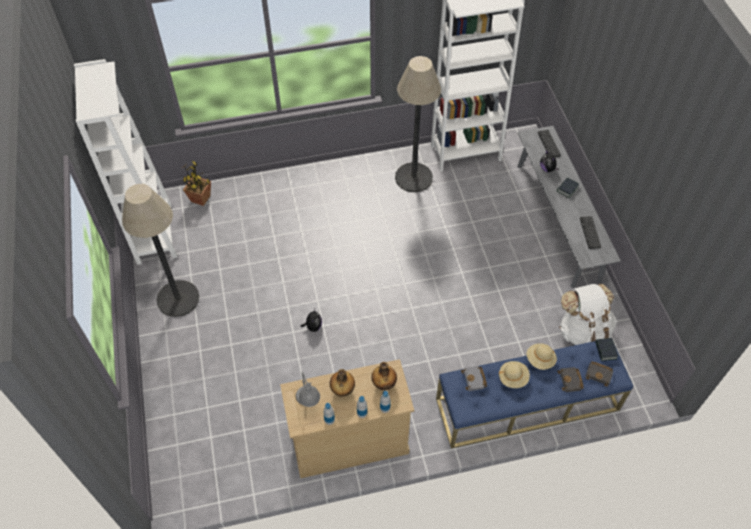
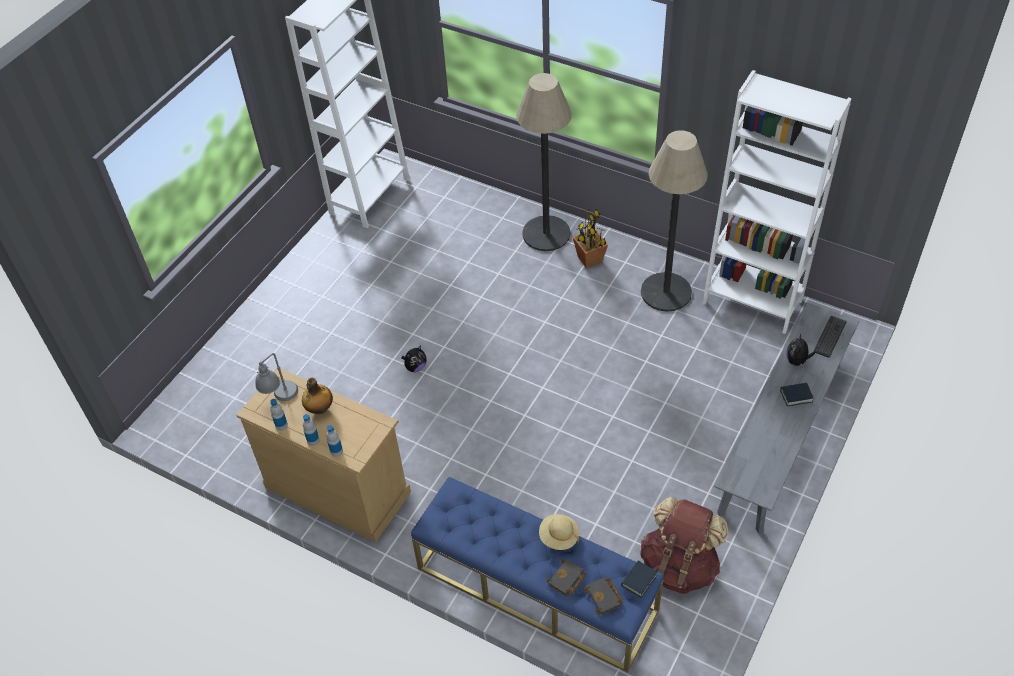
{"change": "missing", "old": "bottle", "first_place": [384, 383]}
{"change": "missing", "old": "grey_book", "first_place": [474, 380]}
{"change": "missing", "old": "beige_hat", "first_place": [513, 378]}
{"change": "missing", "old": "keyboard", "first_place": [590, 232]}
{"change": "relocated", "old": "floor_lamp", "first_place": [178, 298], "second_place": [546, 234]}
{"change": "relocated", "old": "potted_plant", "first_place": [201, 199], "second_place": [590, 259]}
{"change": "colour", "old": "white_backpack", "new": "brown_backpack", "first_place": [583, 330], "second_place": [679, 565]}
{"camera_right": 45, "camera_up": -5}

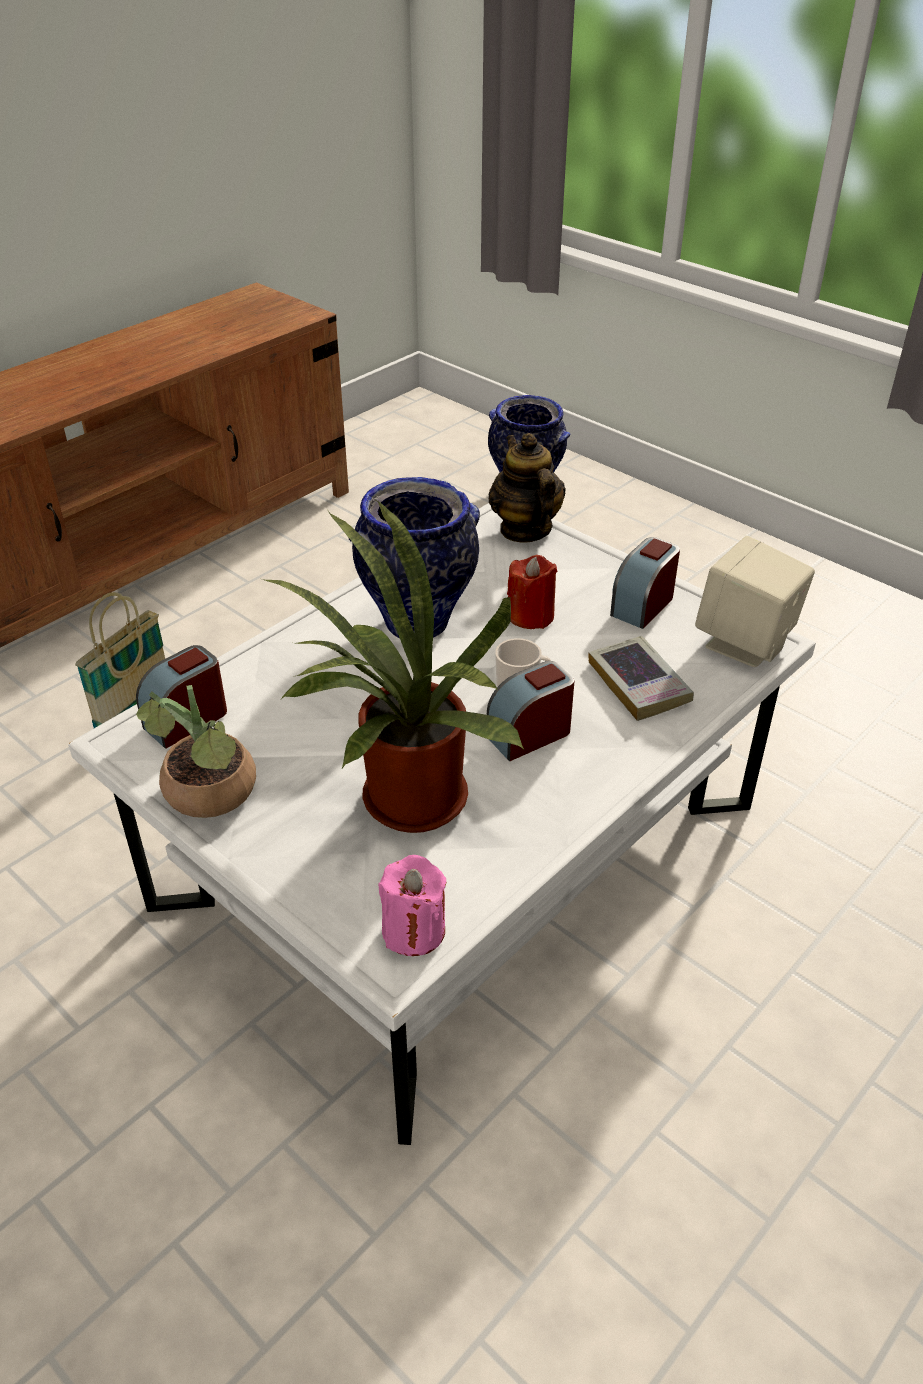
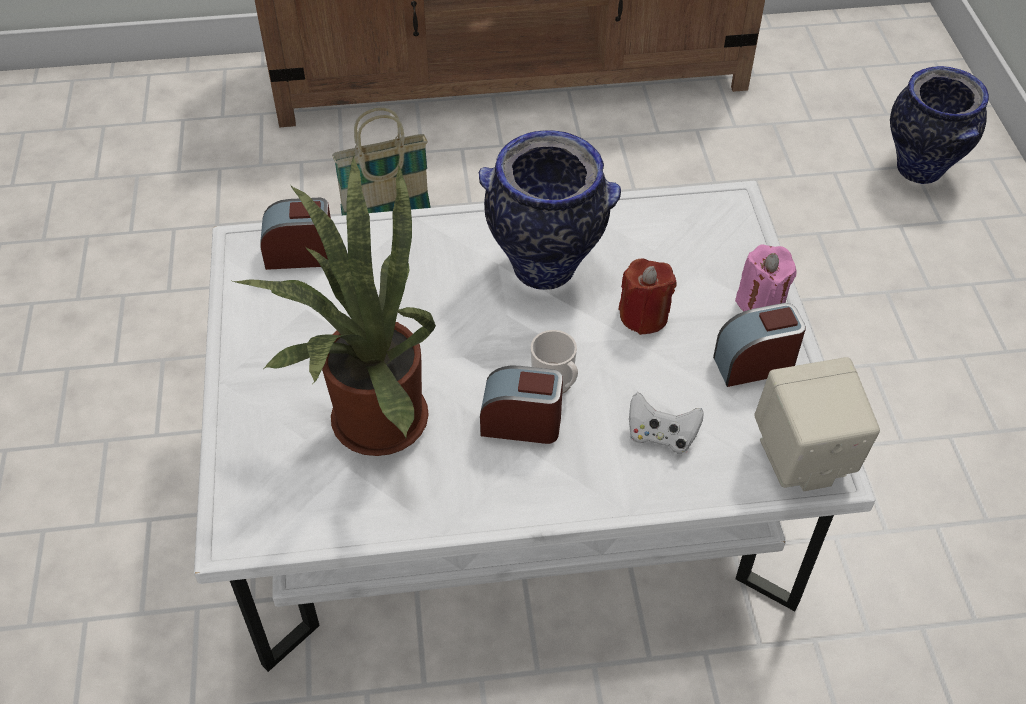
{"change": "missing", "old": "potted_plant", "first_place": [210, 798]}
{"change": "missing", "old": "teapot", "first_place": [525, 529]}
{"change": "relocated", "old": "pink_candle", "first_place": [413, 931], "second_place": [760, 302]}
{"change": "exchanged", "old": "book", "new": "white_game_controller", "first_place": [639, 684], "second_place": [661, 436]}
{"camera_right": 40, "camera_up": 10}

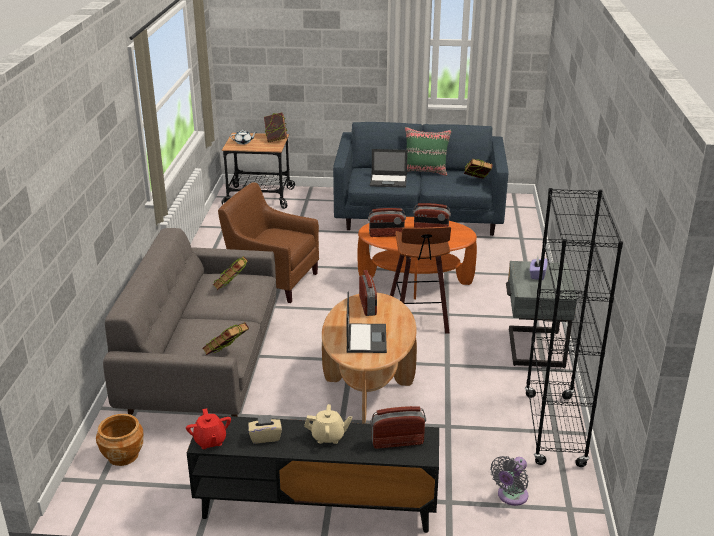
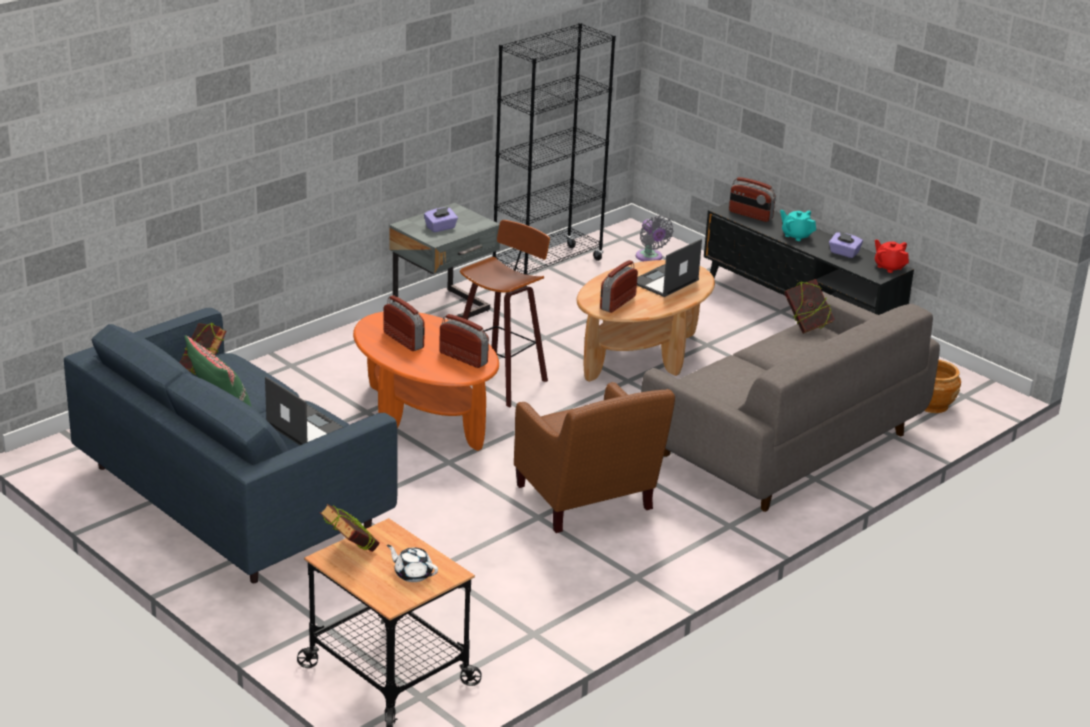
{"change": "missing", "old": "book", "first_place": [231, 288]}
{"change": "colour", "old": "beige_tissue_box", "new": "purple_tissue_box", "first_place": [265, 437], "second_place": [844, 253]}
{"change": "colour", "old": "beige_teapot", "new": "turquoise_teapot", "first_place": [328, 437], "second_place": [796, 236]}
{"change": "spun", "old": "red_teapot", "first_place": [210, 441], "second_place": [889, 267], "degrees": -60}
{"change": "spun", "old": "grey_fan", "first_place": [511, 497], "second_place": [650, 257], "degrees": 75}
{"camera_right": -140, "camera_up": 0}

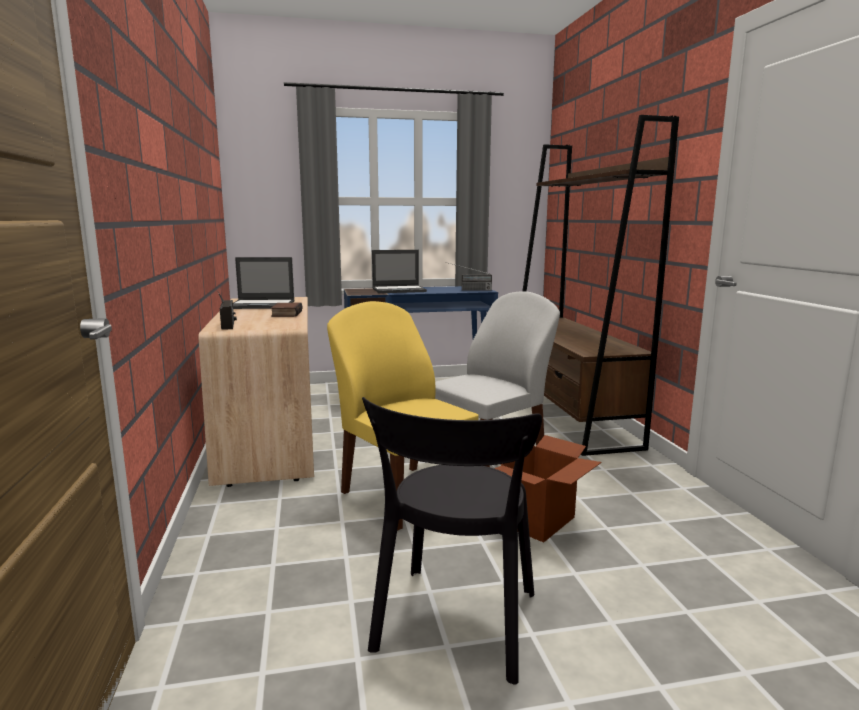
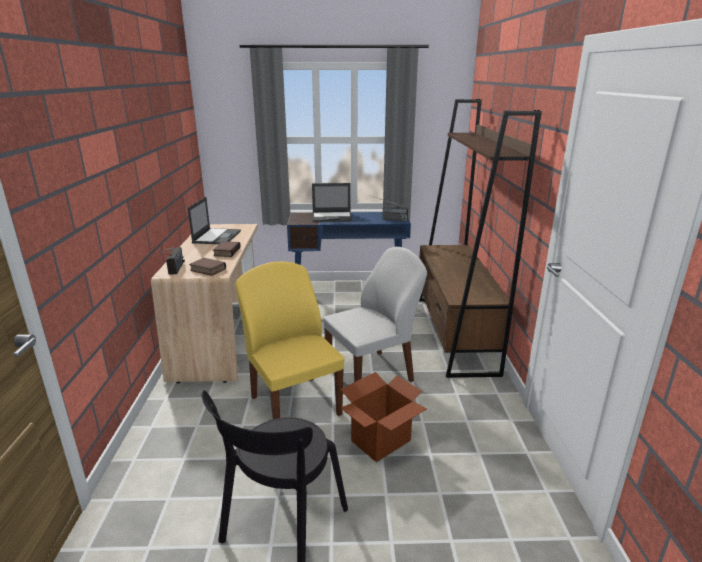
{"change": "appeared", "new": "book", "second_place": [207, 270]}
{"change": "spun", "old": "laptop", "first_place": [263, 305], "second_place": [217, 236], "degrees": -90}
{"camera_right": 10, "camera_up": 10}

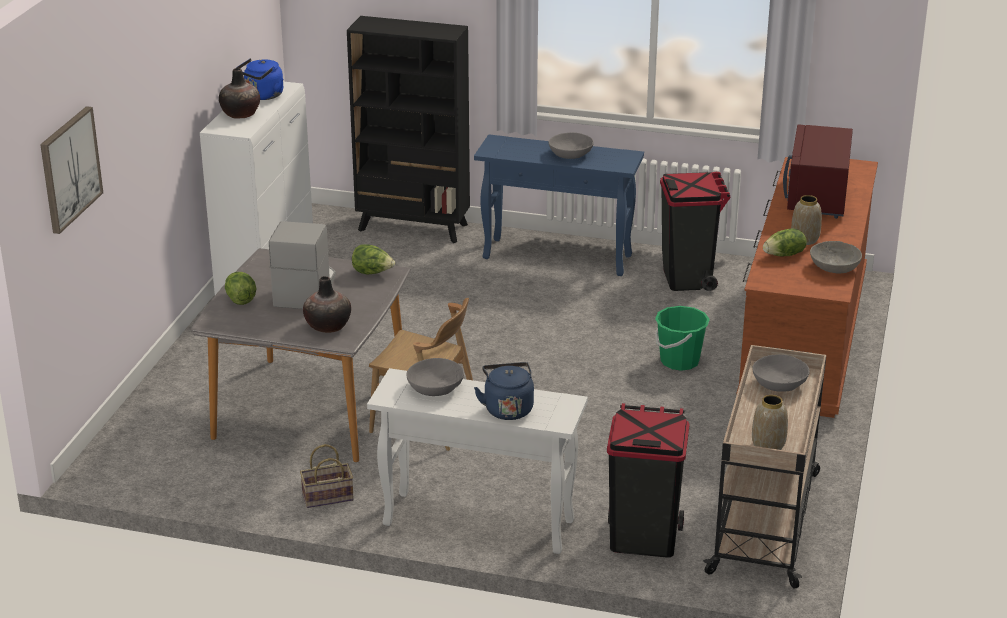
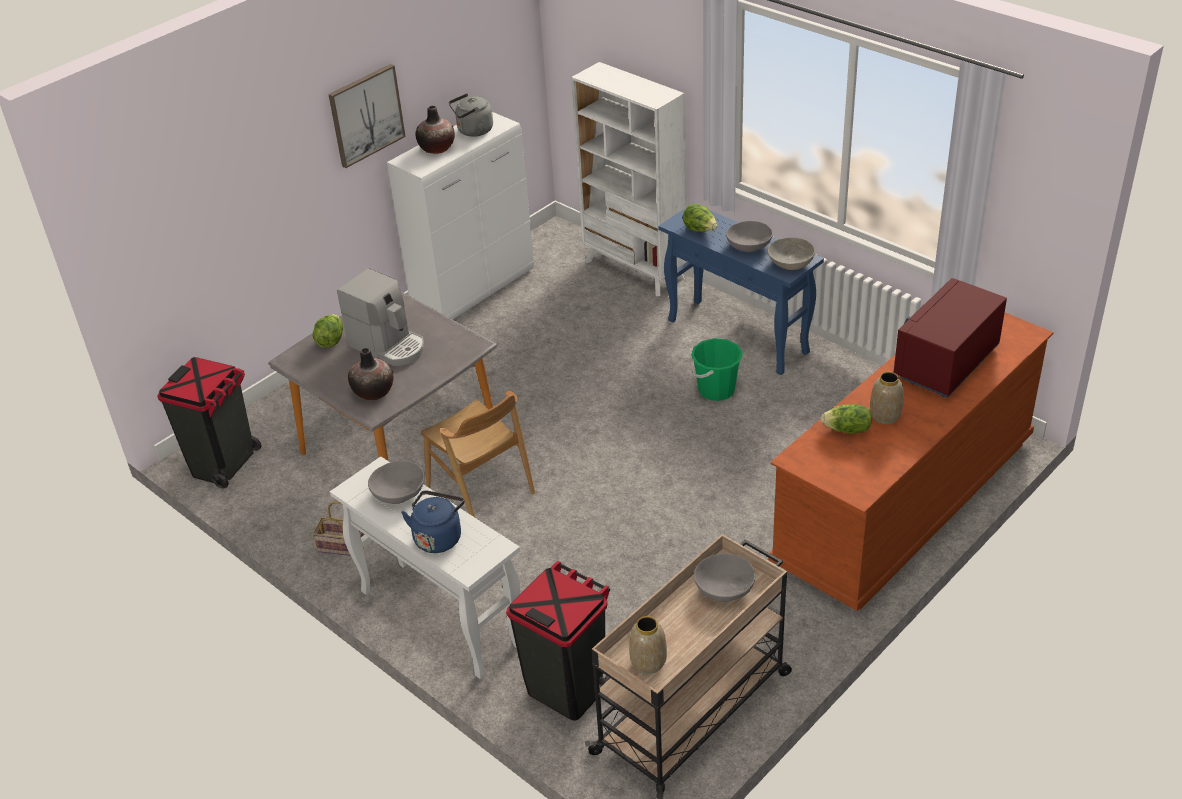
{"change": "relocated", "old": "picture", "first_place": [69, 169], "second_place": [366, 115]}
{"change": "relocated", "old": "lettuce", "first_place": [372, 273], "second_place": [700, 230]}
{"change": "relocated", "old": "green_bucket", "first_place": [679, 361], "second_place": [716, 390]}
{"change": "relocated", "old": "black_trash_can", "first_place": [688, 278], "second_place": [225, 464]}
{"change": "relocated", "old": "grey_bowl", "first_place": [834, 267], "second_place": [790, 262]}
{"change": "colour", "old": "blue_kettle", "new": "grey_kettle", "first_place": [262, 96], "second_place": [473, 131]}
{"change": "colour", "old": "black_bookcase", "new": "white_bookcase", "first_place": [413, 228], "second_place": [634, 270]}
{"change": "spun", "old": "coffee_machine", "first_place": [305, 290], "second_place": [389, 346], "degrees": 90}
{"camera_right": 30, "camera_up": 10}

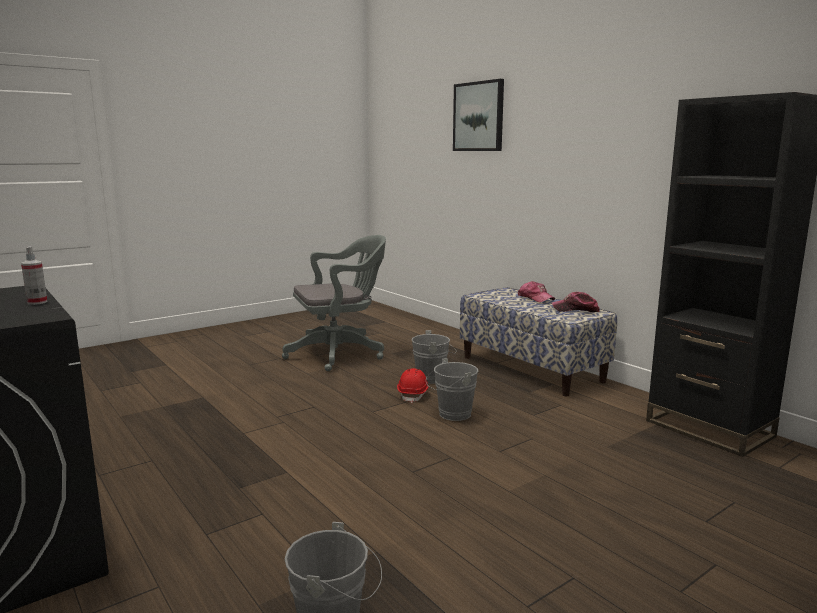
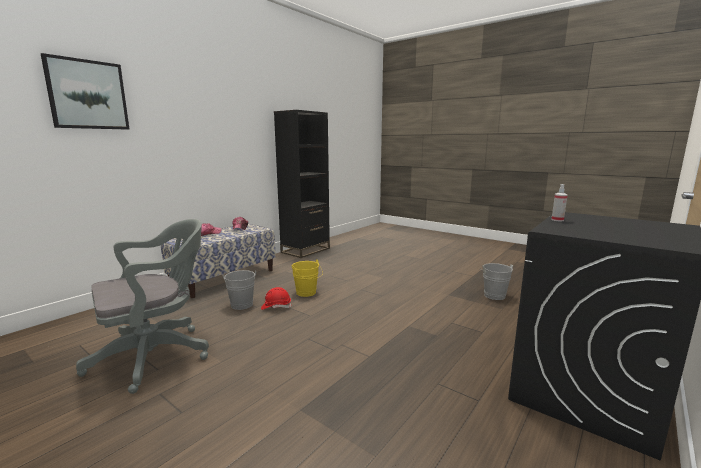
{"change": "colour", "old": "grey_bucket", "new": "yellow_bucket", "first_place": [451, 414], "second_place": [307, 293]}
{"change": "spun", "old": "grey_office_chair", "first_place": [340, 353], "second_place": [157, 355], "degrees": 90}
{"camera_right": -105, "camera_up": 0}

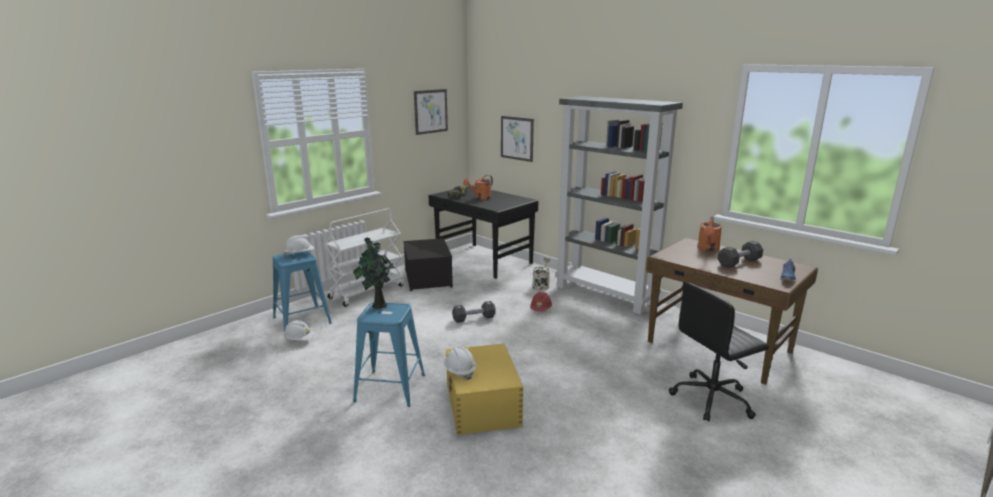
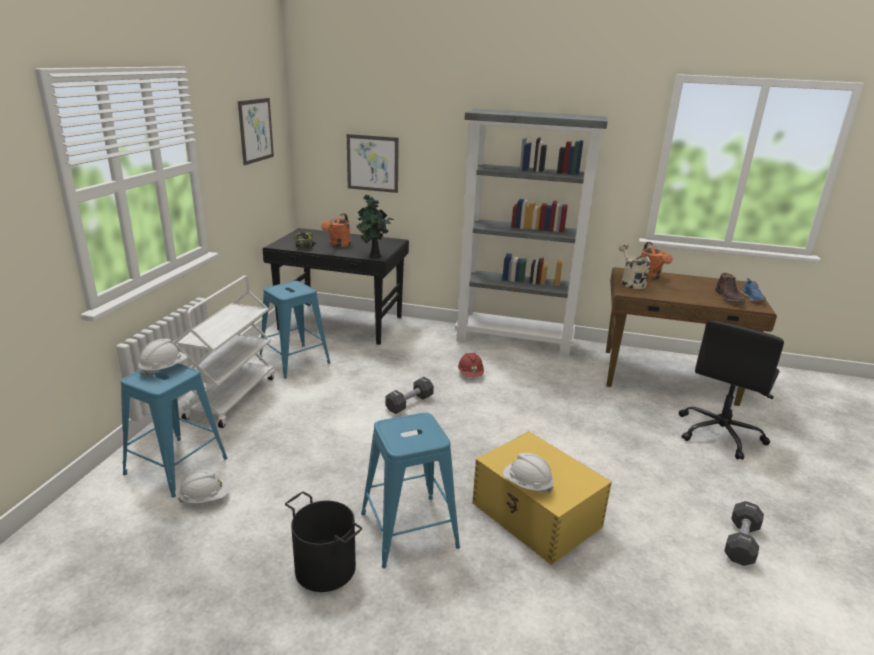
{"change": "appeared", "new": "black_bucket", "second_place": [326, 567]}
{"change": "appeared", "new": "brown_boot", "second_place": [729, 298]}
{"change": "relocated", "old": "potted_plant", "first_place": [378, 305], "second_place": [374, 256]}
{"change": "relocated", "old": "beige_watering_can", "first_place": [541, 285], "second_place": [630, 282]}
{"change": "relocated", "old": "black_dumbbell", "first_place": [739, 262], "second_place": [741, 542]}
{"change": "exchanged", "old": "storage_box", "new": "blue_stool", "first_place": [427, 278], "second_place": [295, 361]}
{"camera_right": -30, "camera_up": 5}

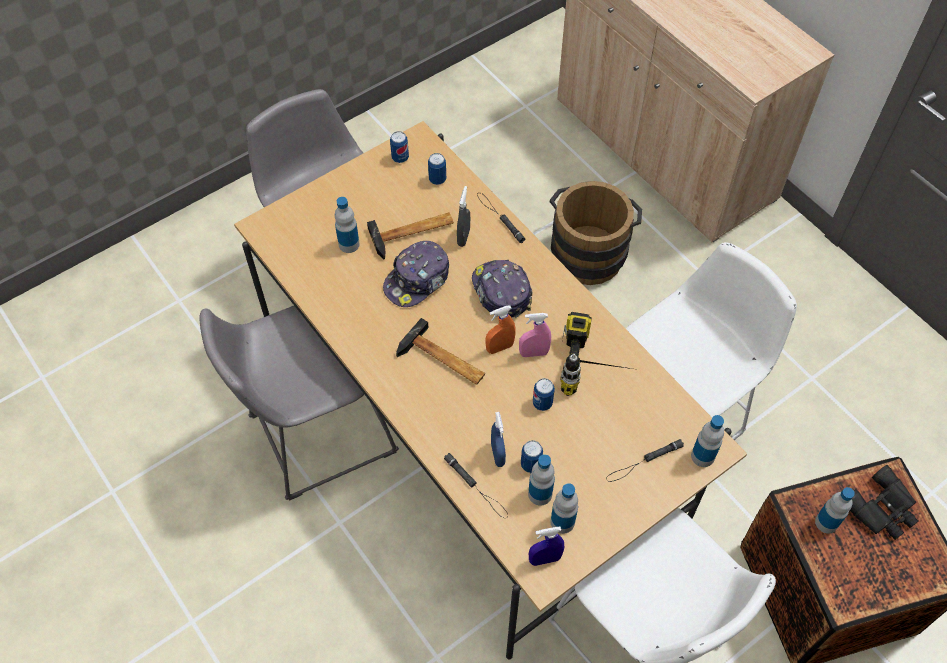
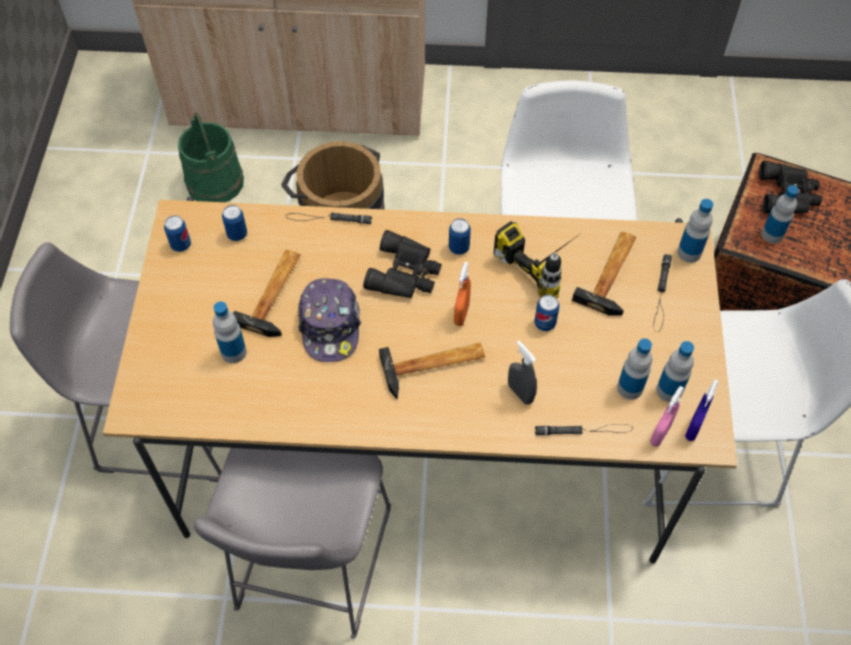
{"change": "missing", "old": "blue_spray_bottle", "first_place": [497, 455]}
{"change": "appeared", "new": "green_bucket", "second_place": [215, 182]}
{"change": "appeared", "new": "hammer", "second_place": [613, 274]}
{"change": "relocated", "old": "grey_spray_bottle", "first_place": [463, 237], "second_place": [520, 393]}
{"change": "relocated", "old": "pink_spray_bottle", "first_place": [533, 353], "second_place": [660, 434]}
{"change": "relocated", "old": "can", "first_place": [531, 464], "second_place": [459, 248]}
{"change": "exchanged", "old": "cap", "new": "black_binoculars", "first_place": [501, 292], "second_place": [405, 273]}
{"camera_right": -50, "camera_up": 0}

